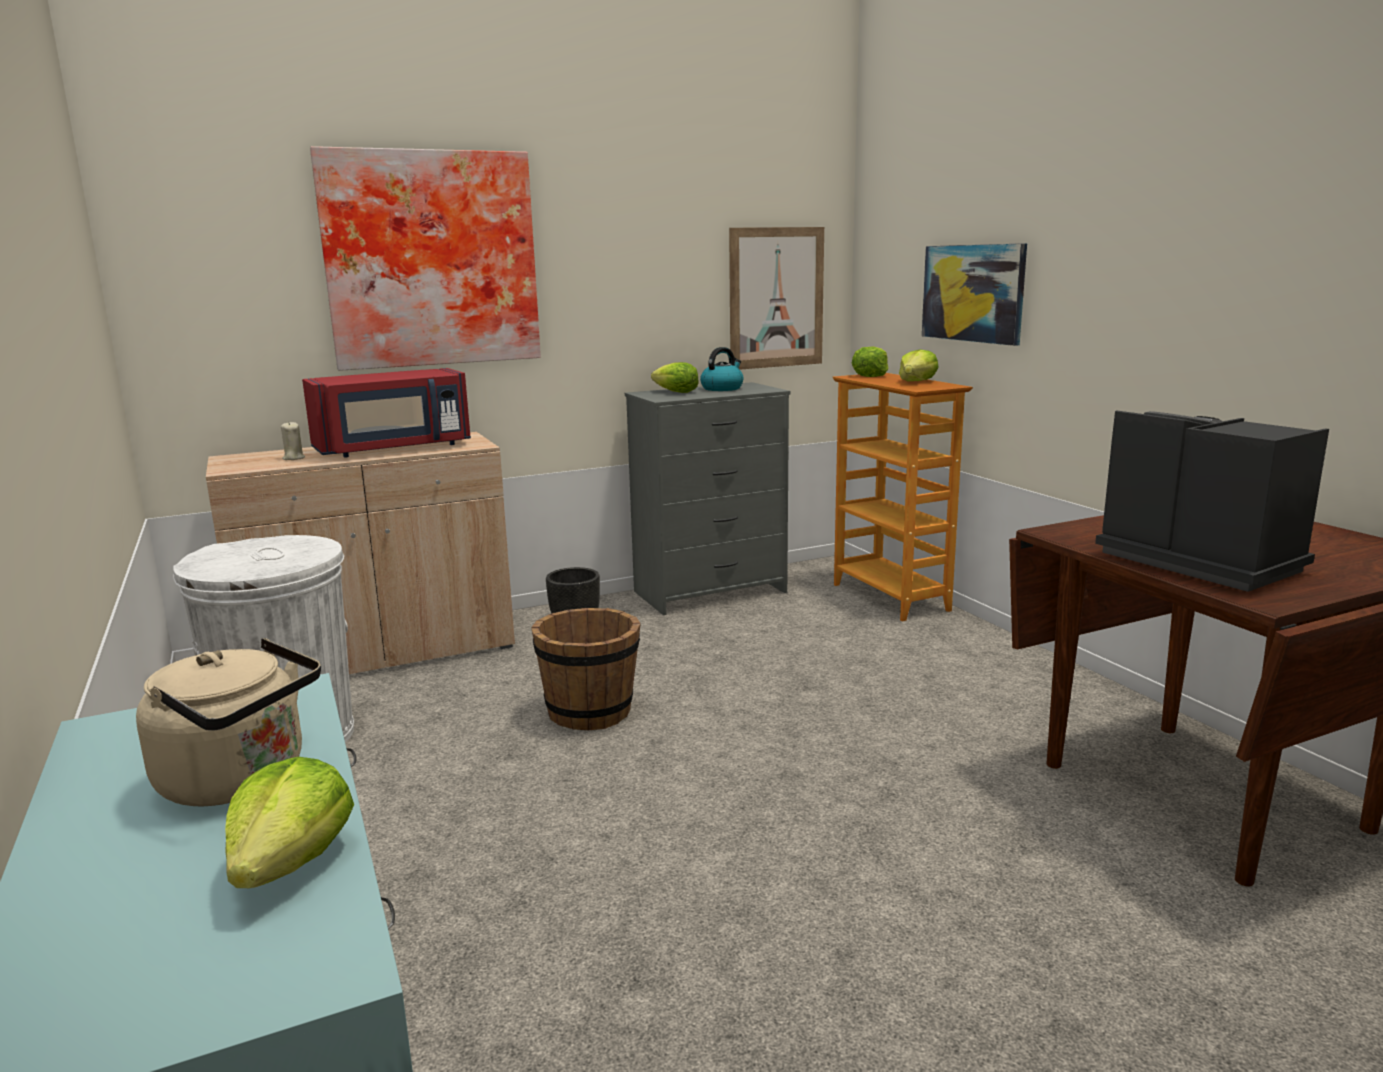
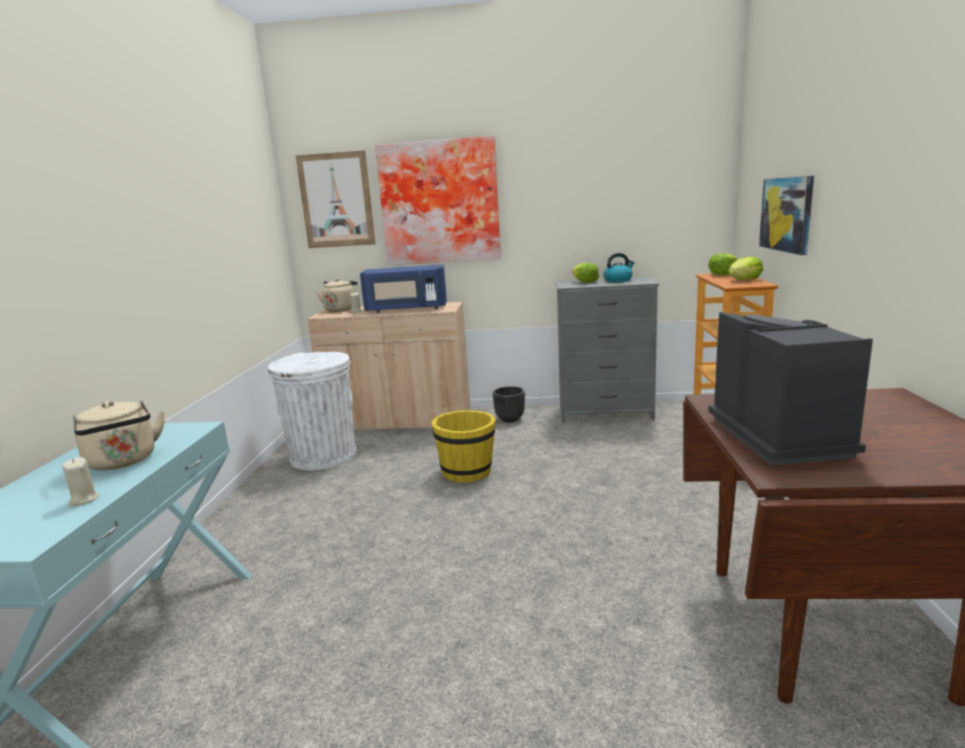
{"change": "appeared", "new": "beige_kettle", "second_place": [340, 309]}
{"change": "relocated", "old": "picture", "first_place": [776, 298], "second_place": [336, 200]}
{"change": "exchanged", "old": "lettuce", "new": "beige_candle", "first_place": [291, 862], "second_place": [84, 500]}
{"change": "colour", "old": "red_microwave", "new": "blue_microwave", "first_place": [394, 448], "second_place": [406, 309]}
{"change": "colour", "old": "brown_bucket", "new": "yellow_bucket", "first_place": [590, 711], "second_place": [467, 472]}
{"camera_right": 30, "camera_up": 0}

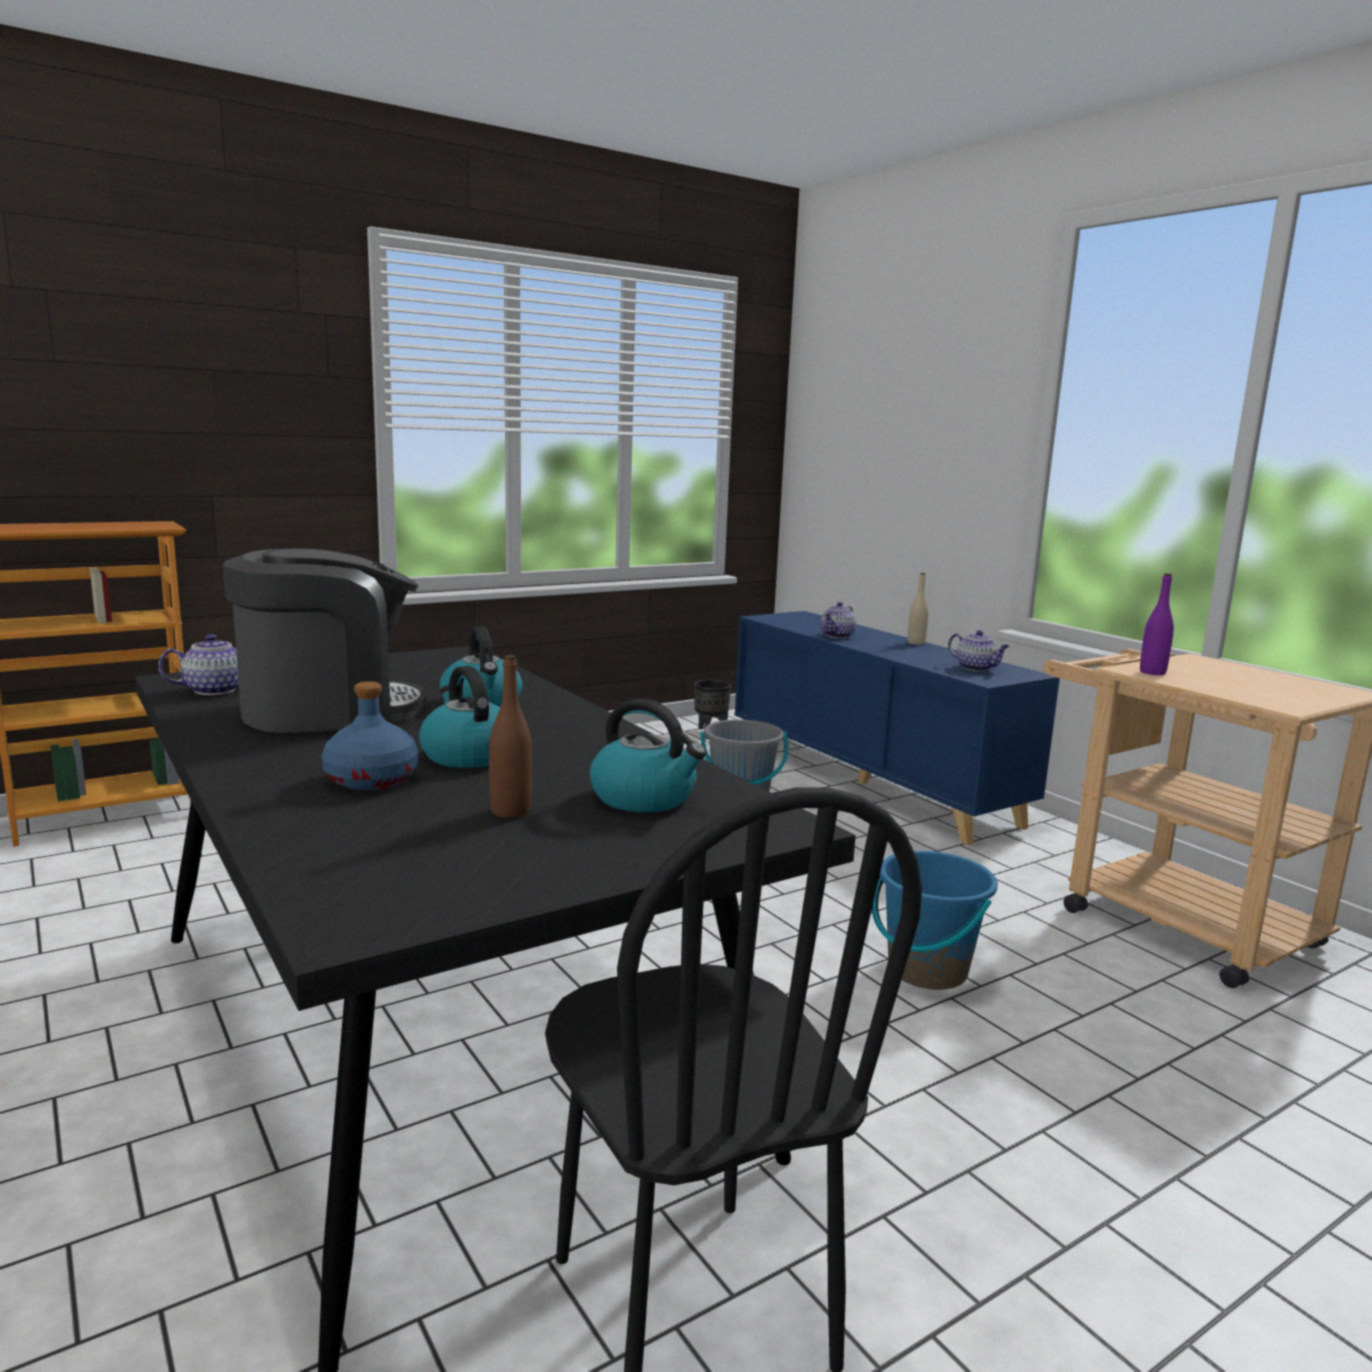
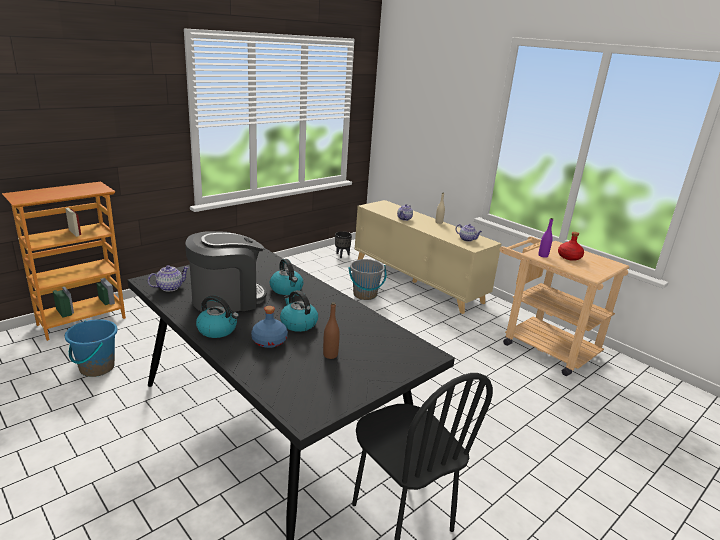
{"change": "appeared", "new": "red_bottle", "second_place": [569, 257]}
{"change": "relocated", "old": "kettle", "first_place": [645, 798], "second_place": [218, 330]}
{"change": "relocated", "old": "blue_bucket", "first_place": [926, 970], "second_place": [96, 368]}
{"change": "colour", "old": "blue_cabinet", "new": "beige_cabinet", "first_place": [870, 781], "second_place": [417, 281]}
{"camera_right": -10, "camera_up": 10}

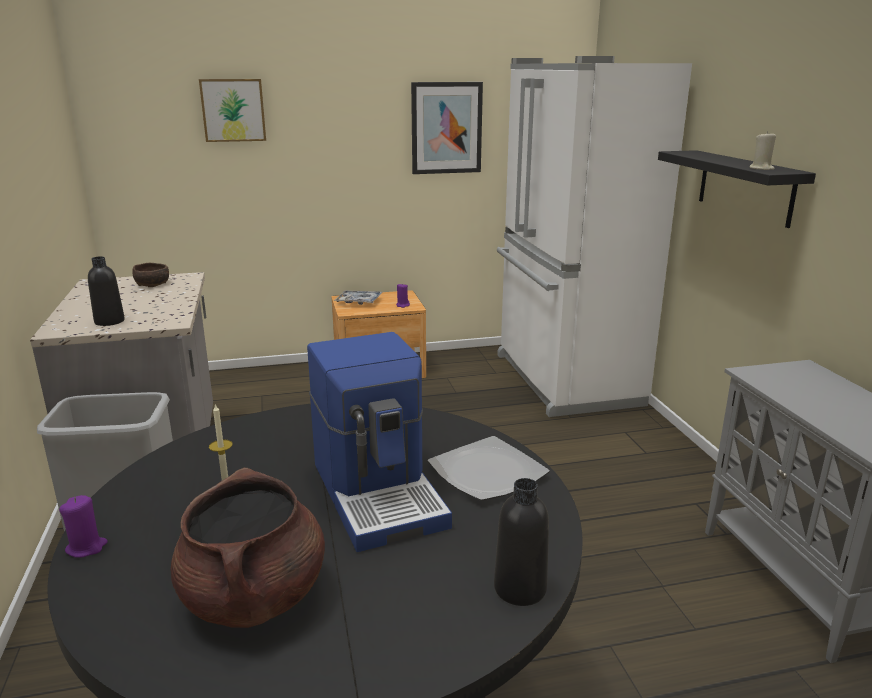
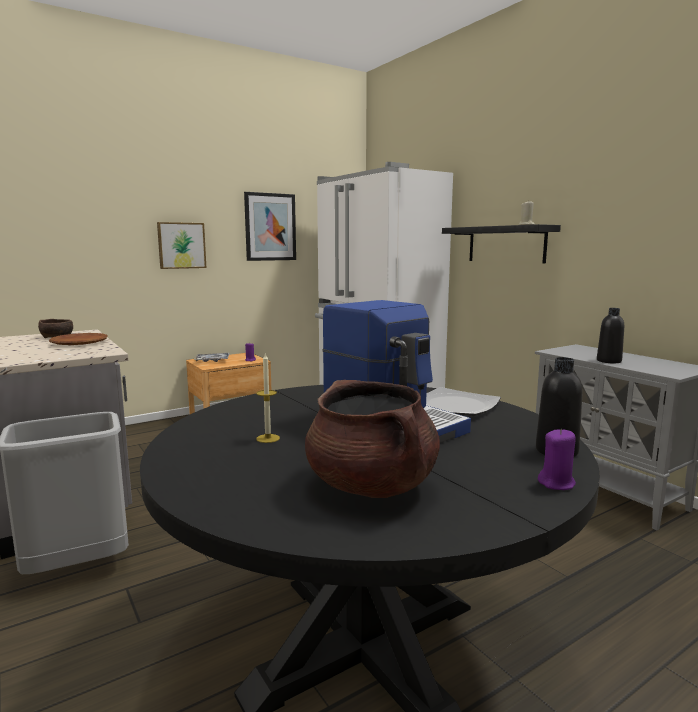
{"change": "appeared", "new": "brown_plate", "second_place": [79, 343]}
{"change": "relocated", "old": "purple_candle", "first_place": [86, 547], "second_place": [556, 483]}
{"change": "relocated", "old": "black_bottle", "first_place": [109, 321], "second_place": [609, 361]}
{"change": "relocated", "old": "picture", "first_place": [233, 110], "second_place": [181, 245]}
{"camera_right": -20, "camera_up": -10}

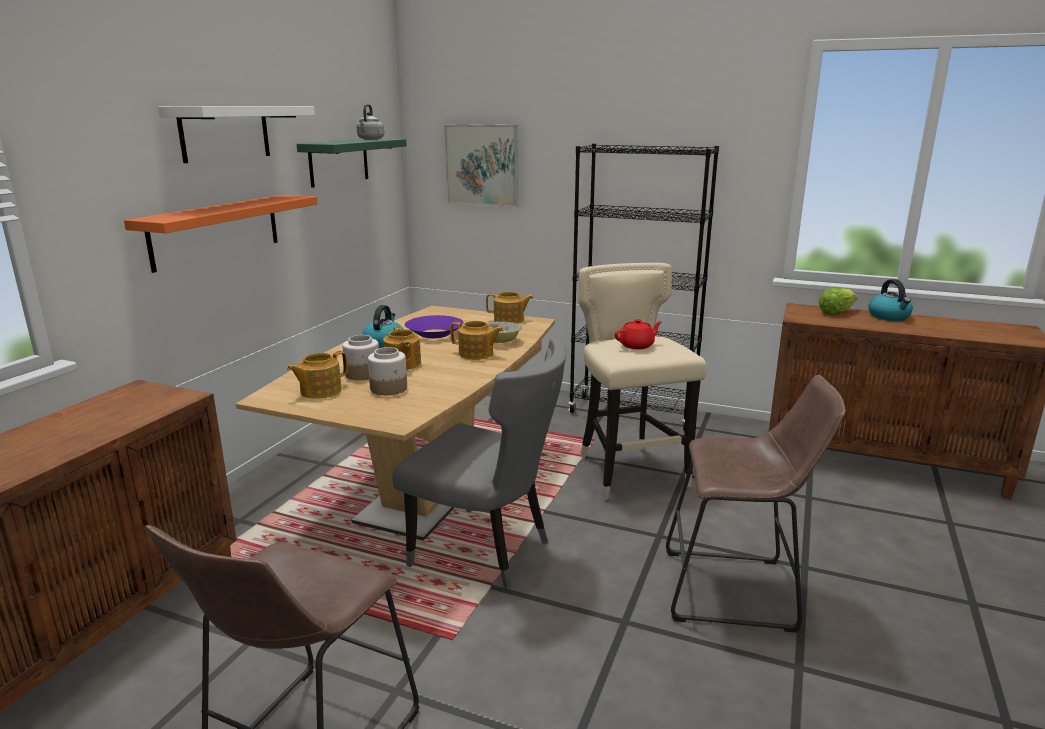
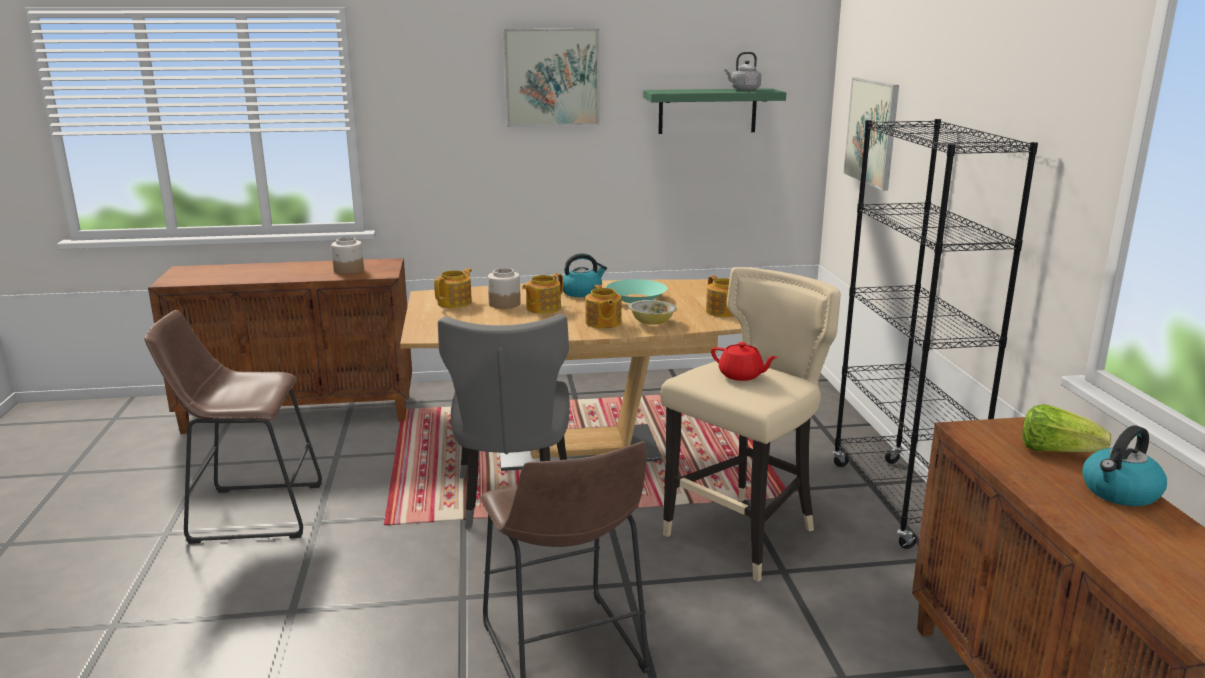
{"change": "missing", "old": "orange_shelf", "first_place": [216, 231]}
{"change": "relocated", "old": "jar", "first_place": [389, 388], "second_place": [348, 270]}
{"change": "exchanged", "old": "white_shelf", "new": "picture", "first_place": [225, 133], "second_place": [551, 77]}
{"change": "colour", "old": "purple_bowl", "new": "turquoise_bowl", "first_place": [434, 333], "second_place": [636, 298]}
{"change": "spun", "old": "teapot", "first_place": [320, 391], "second_place": [455, 302], "degrees": 105}
{"camera_right": 60, "camera_up": 0}

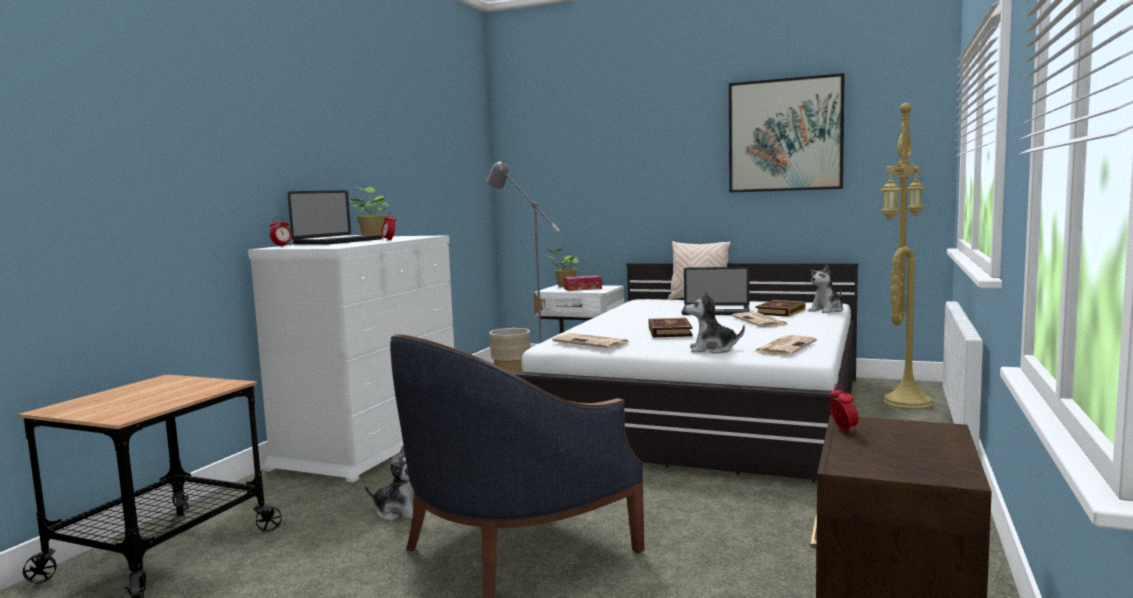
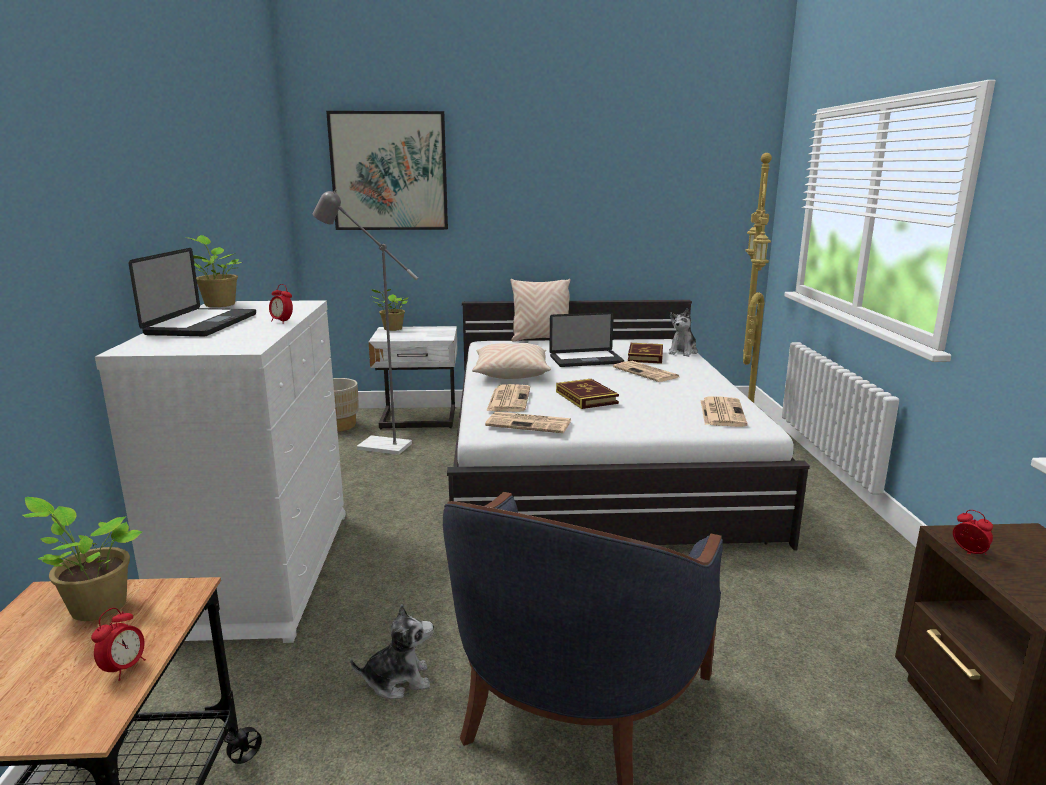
{"change": "missing", "old": "tissue_box", "first_place": [582, 288]}
{"change": "missing", "old": "plush_toy", "first_place": [712, 350]}
{"change": "appeared", "new": "potted_plant", "second_place": [95, 607]}
{"change": "appeared", "new": "beige_pillow", "second_place": [511, 373]}
{"change": "appeared", "new": "newspaper", "second_place": [508, 399]}
{"change": "relocated", "old": "alarm_clock", "first_place": [282, 246], "second_place": [124, 668]}
{"change": "relocated", "old": "picture", "first_place": [785, 135], "second_place": [389, 171]}
{"camera_right": -25, "camera_up": 10}

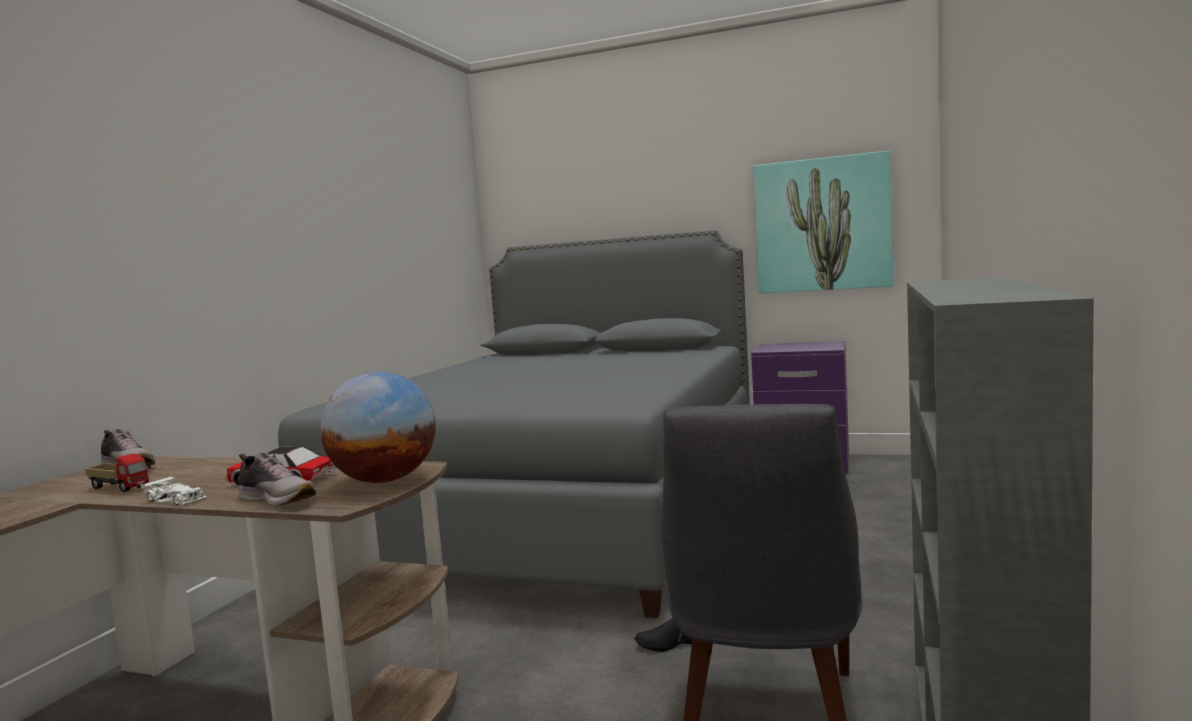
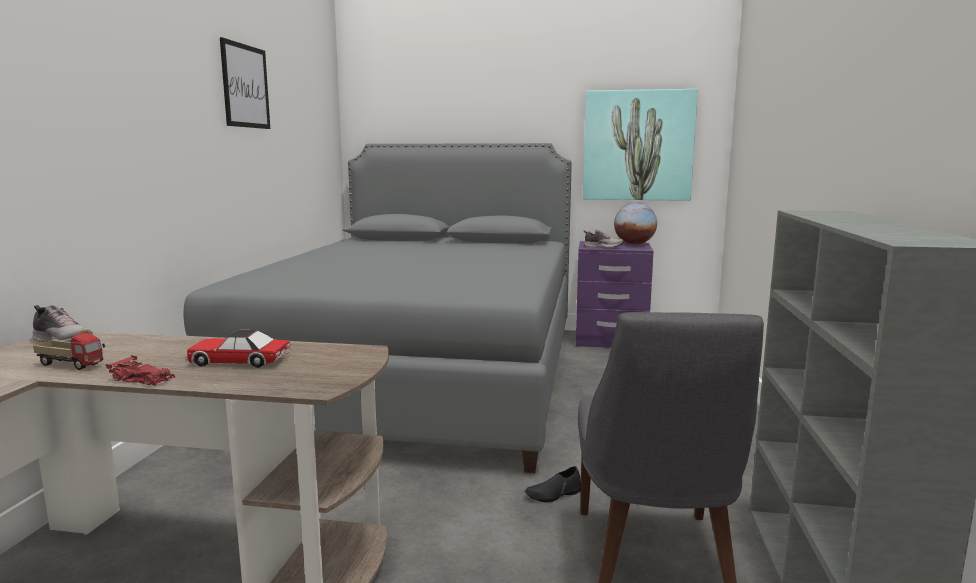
{"change": "appeared", "new": "picture", "second_place": [245, 86]}
{"change": "relocated", "old": "shoe", "first_place": [278, 500], "second_place": [603, 247]}
{"change": "relocated", "old": "globe", "first_place": [384, 480], "second_place": [634, 244]}
{"change": "colour", "old": "white_toy_car", "new": "red_toy_car", "first_place": [176, 499], "second_place": [143, 379]}
{"camera_right": -10, "camera_up": 5}

